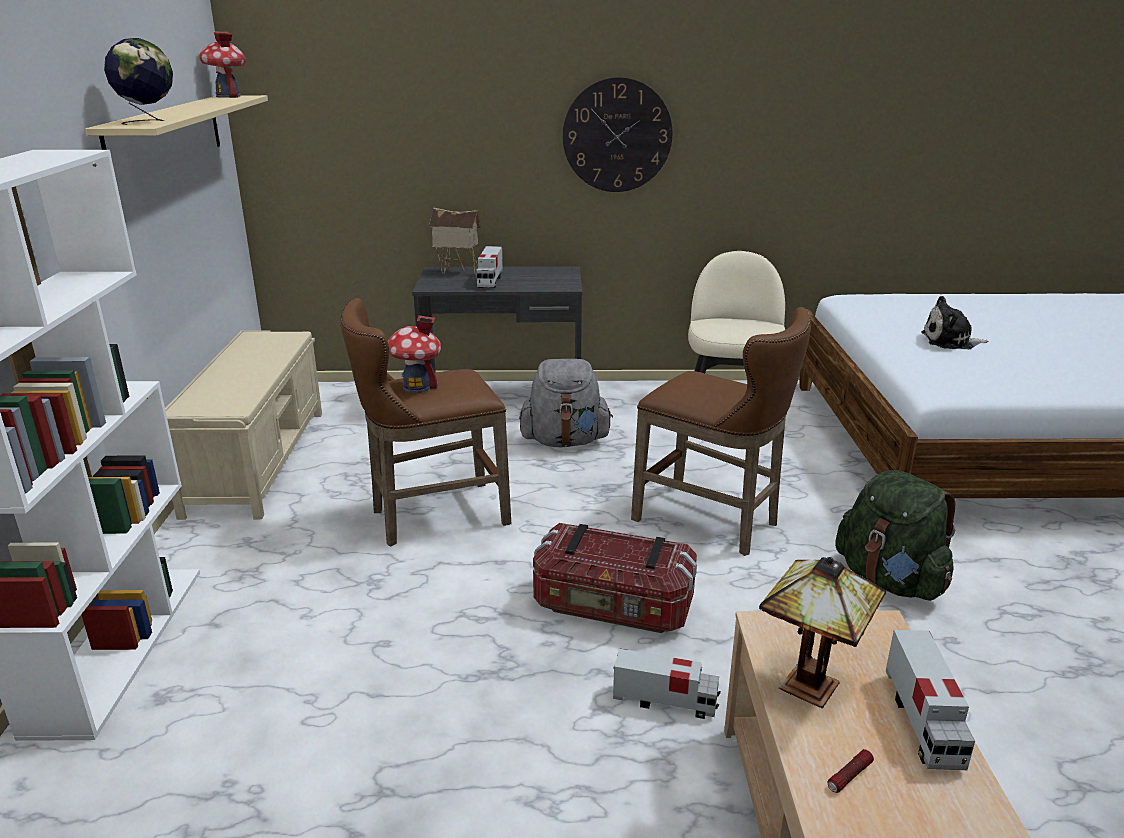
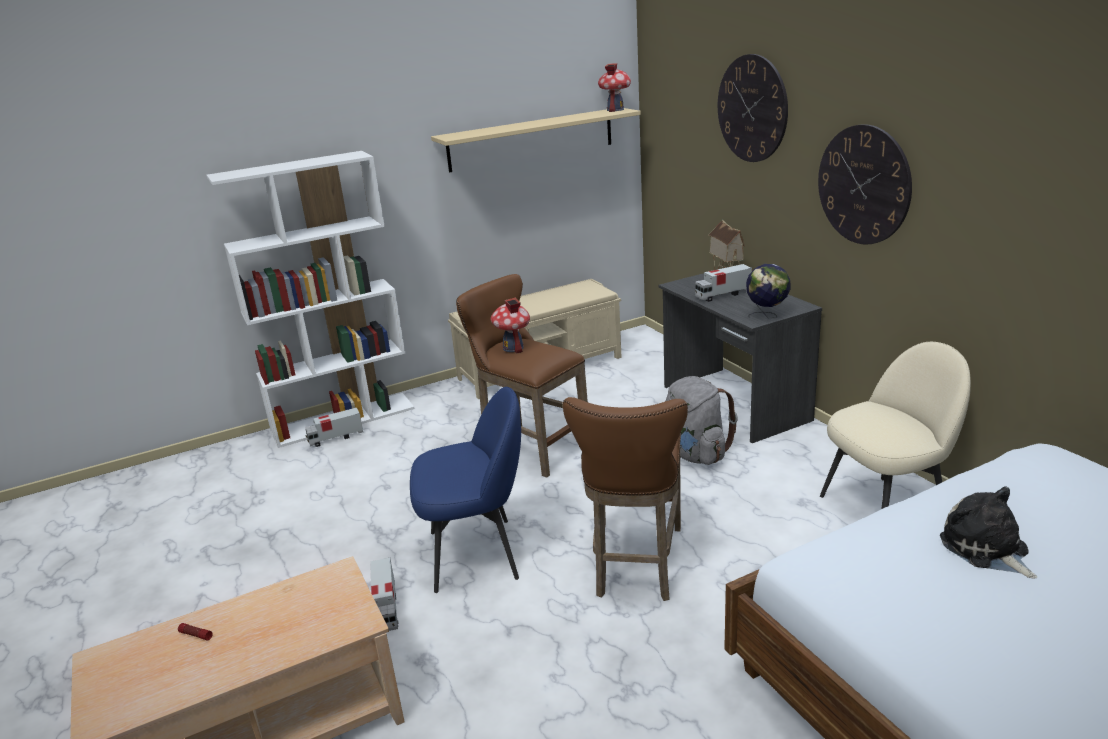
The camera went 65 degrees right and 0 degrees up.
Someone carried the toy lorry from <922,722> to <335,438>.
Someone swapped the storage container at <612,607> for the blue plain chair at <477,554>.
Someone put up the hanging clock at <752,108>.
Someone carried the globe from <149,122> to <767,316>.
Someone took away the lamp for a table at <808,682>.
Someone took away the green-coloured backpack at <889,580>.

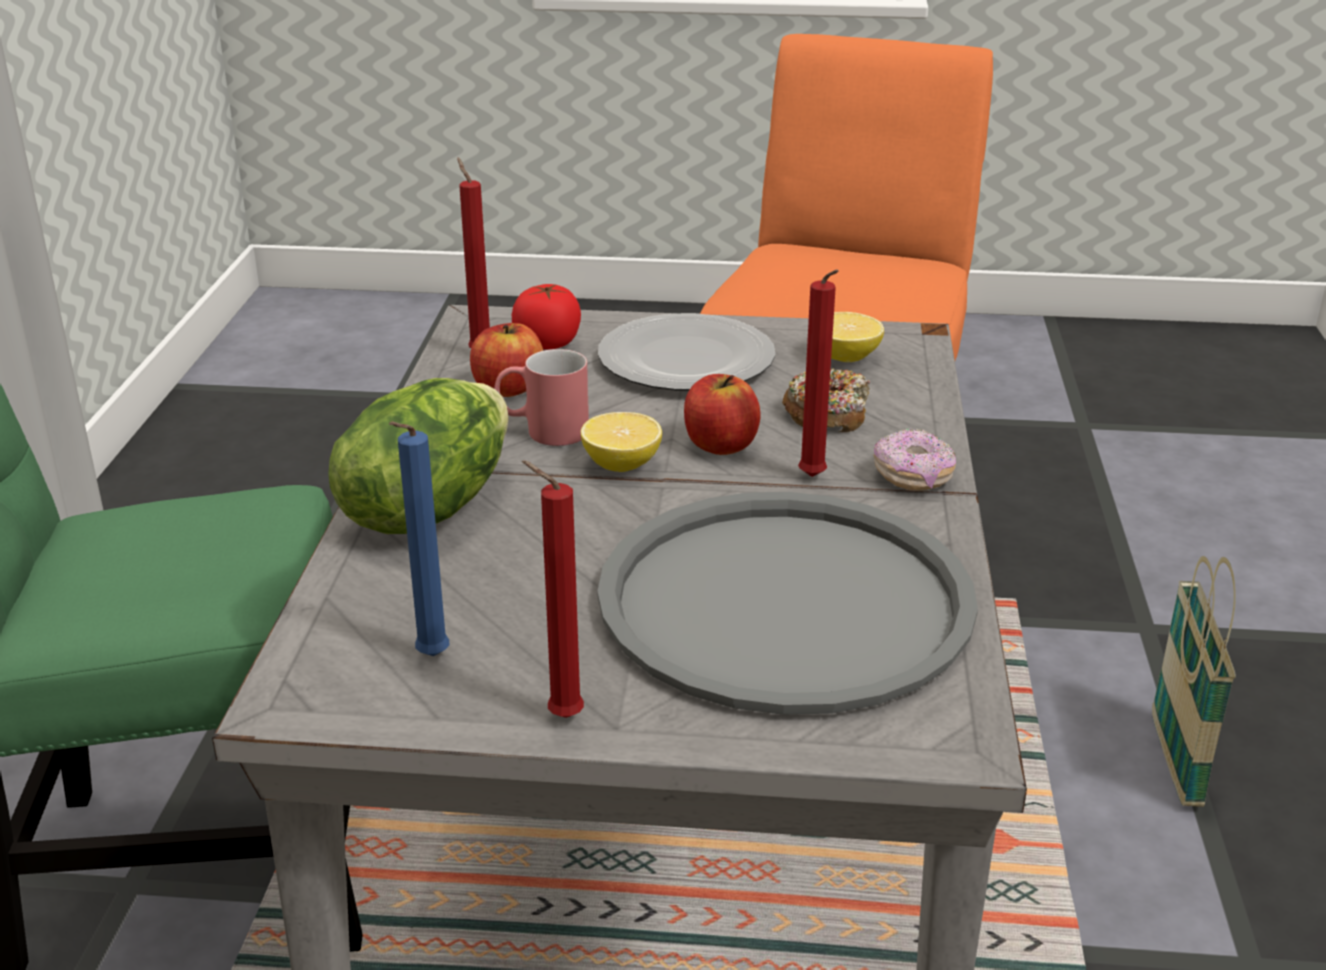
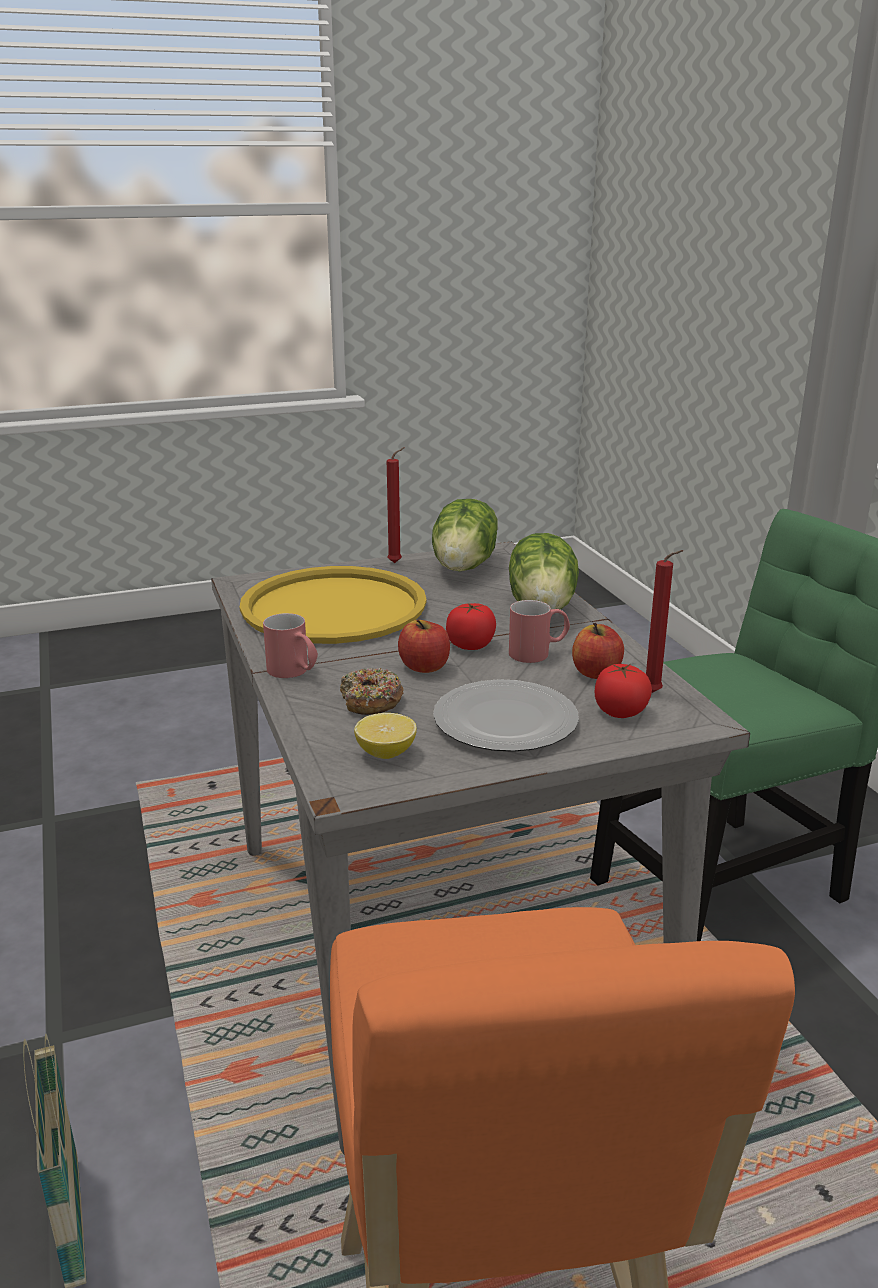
The camera went 155 degrees right and 5 degrees down.
Someone repainted the gray serving tray at <784,602>, which became the yellowish serving tray at <334,607>.
Someone swapped the ring doughnut at <913,477> for the red-coloured mug at <294,673>.
Someone swapped the blue wax light at <429,659> for the lettuce at <465,566>.
Someone swapped the lemon at <622,464> for the fresh tomato at <471,645>.
Someone took away the red-coloured wax light at <814,479>.

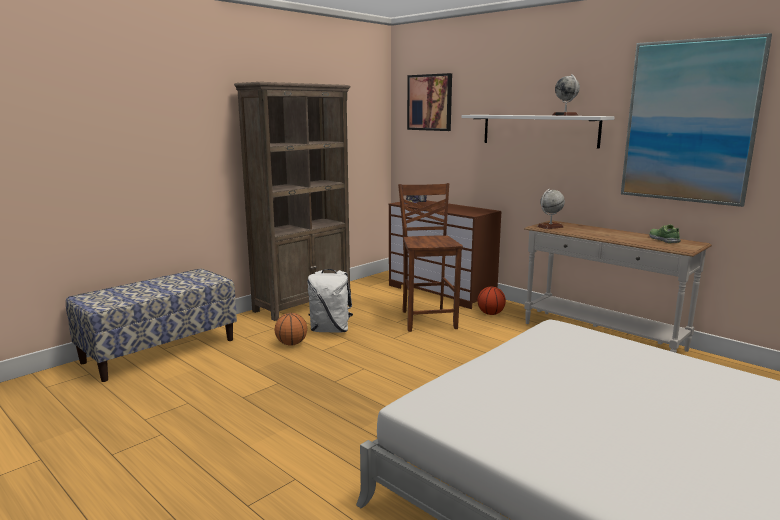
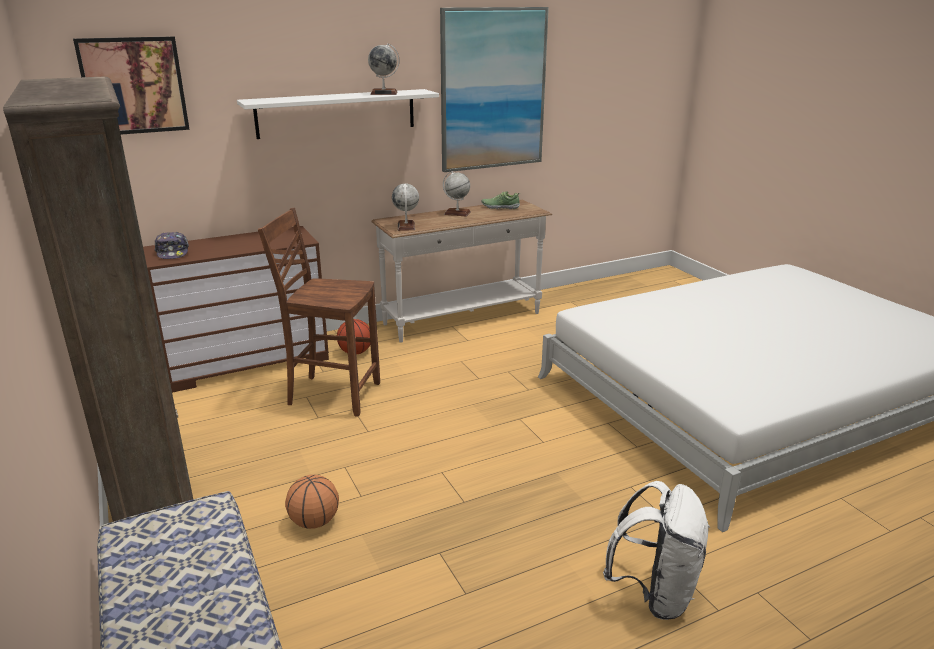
The camera went 70 degrees left and 10 degrees up.
Someone put down the globe at <457,213>.
Someone carried the whitish backpack from <330,330> to <654,593>.

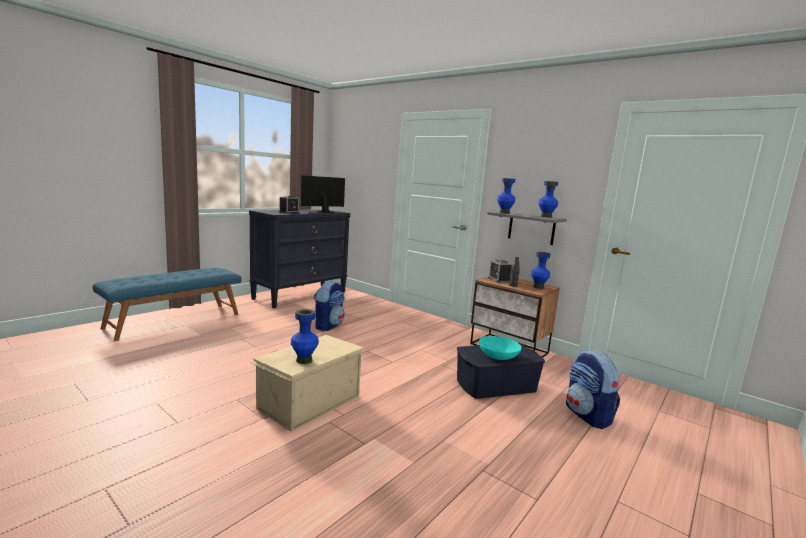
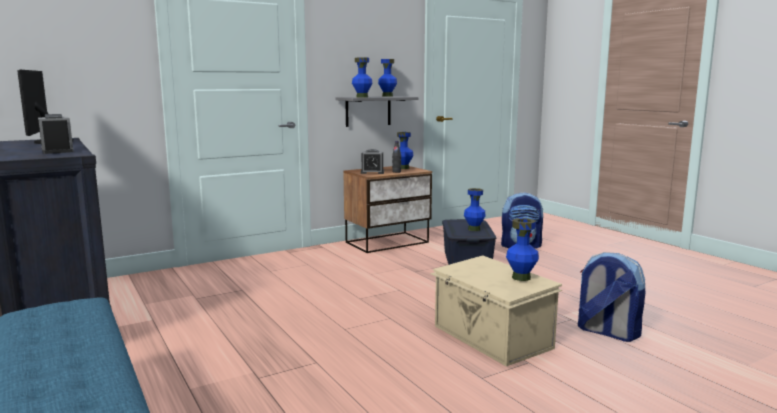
The camera went 70 degrees left and 0 degrees up.
Someone swapped the turquoise-coloured bowl at <498,356> for the blue decorative vase at <474,229>.
Someone carried the backpack from <328,326> to <606,332>.

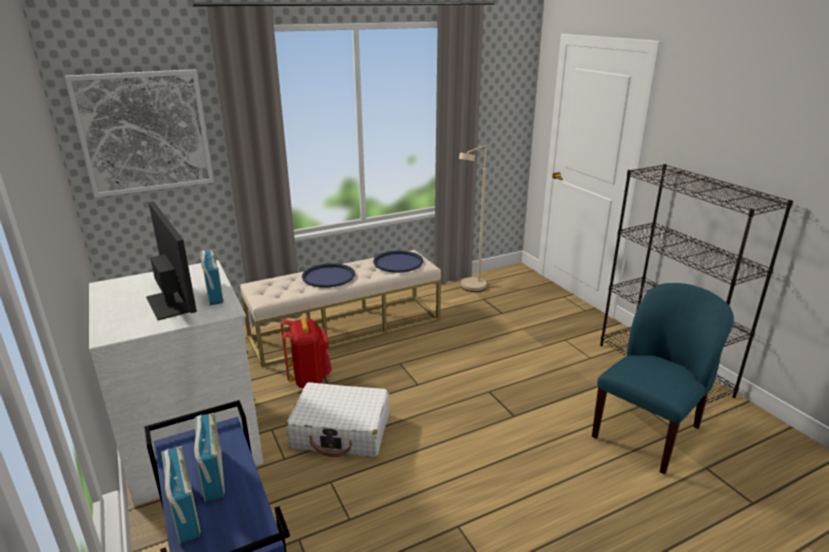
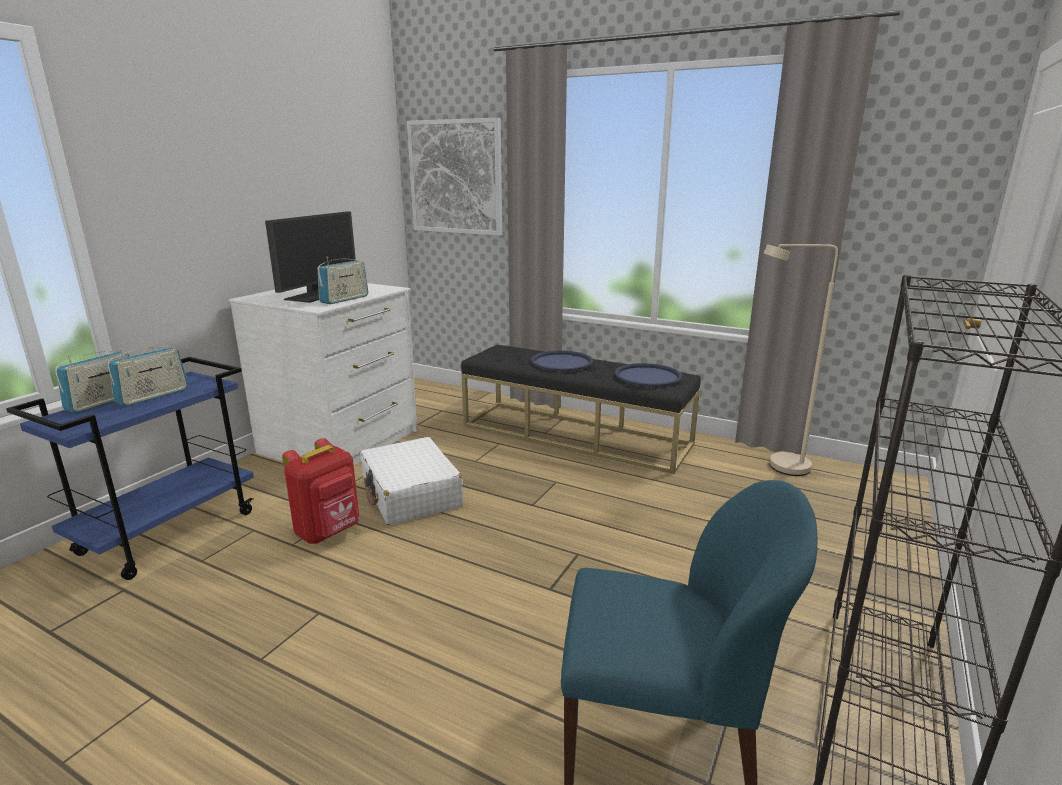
The camera went 55 degrees right and 5 degrees down.
Someone carried the red-coloured backpack from <309,378> to <329,532>.
Someone repainted the beige indoor bench at <346,328>, which became the blackish indoor bench at <575,435>.

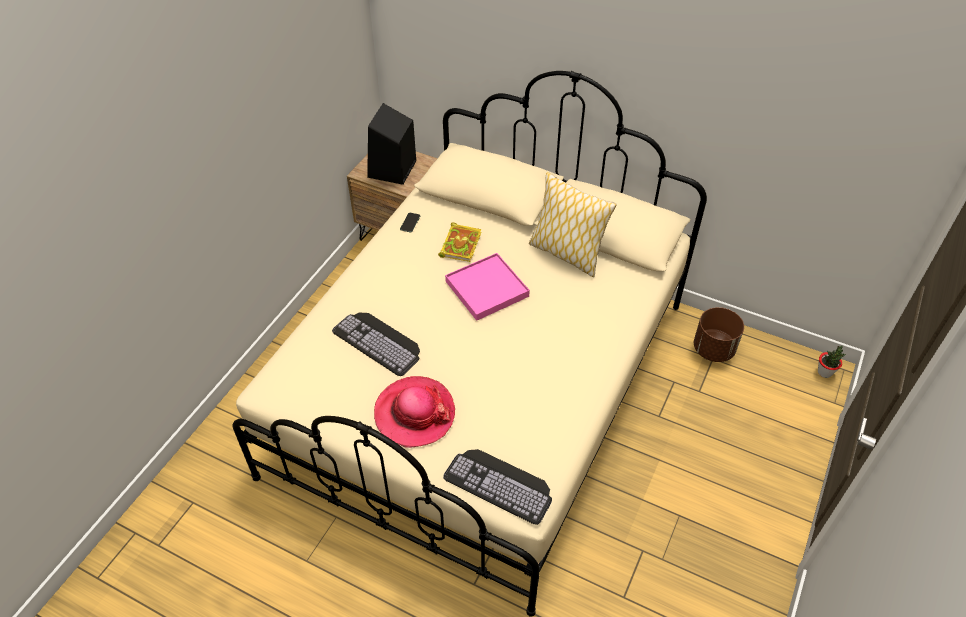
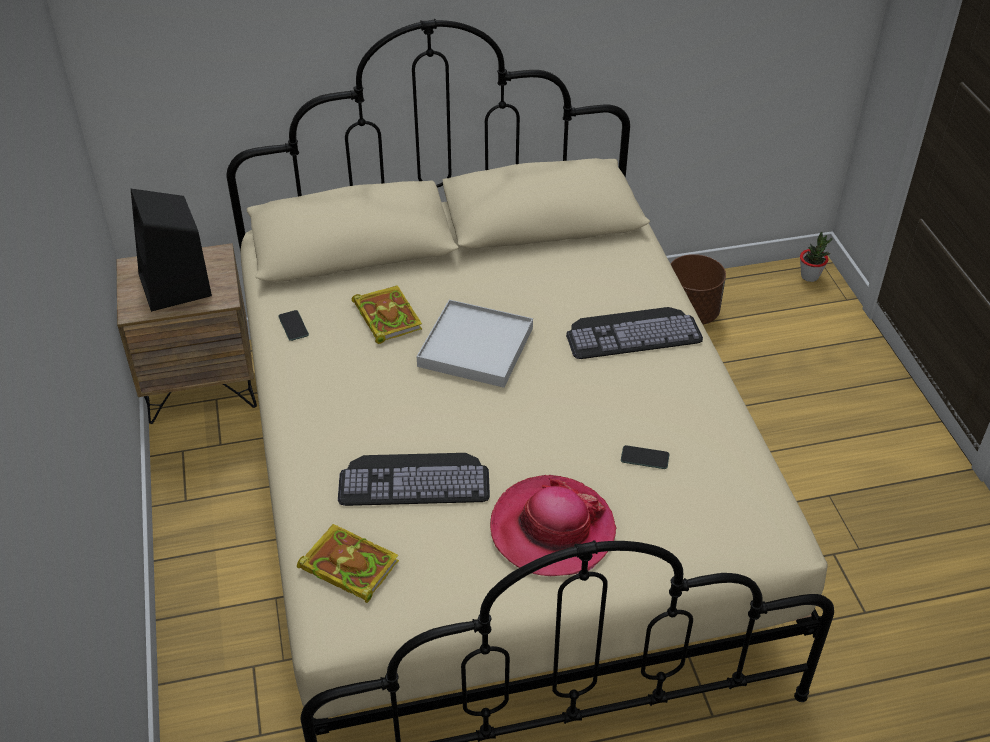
The camera went 40 degrees left and 5 degrees down.
Someone put down the bound book at <346,566>.
Someone repainted the pink-coloured serving tray at <487,289>, which became the whitish serving tray at <476,347>.
Someone carried the keyboard from <501,483> to <633,332>.
Someone put down the phone at <644,458>.
Someone took away the throw pillow at <566,253>.

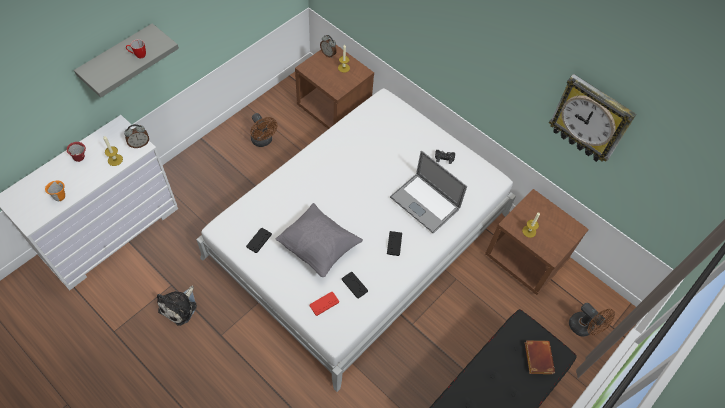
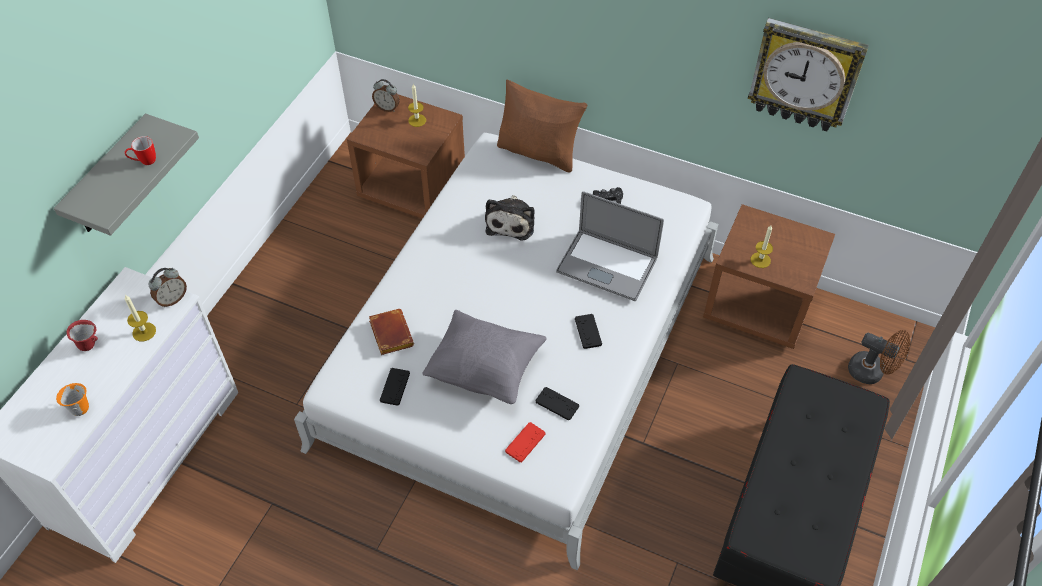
The camera went 15 degrees left and 5 degrees down.
Someone carried the brownish bound book from <537,357> to <389,334>.
Someone carried the soft toy from <180,307> to <511,222>.
Someone put down the brownish throw pillow at <539,152>.
Someone took away the brownish fan at <263,141>.

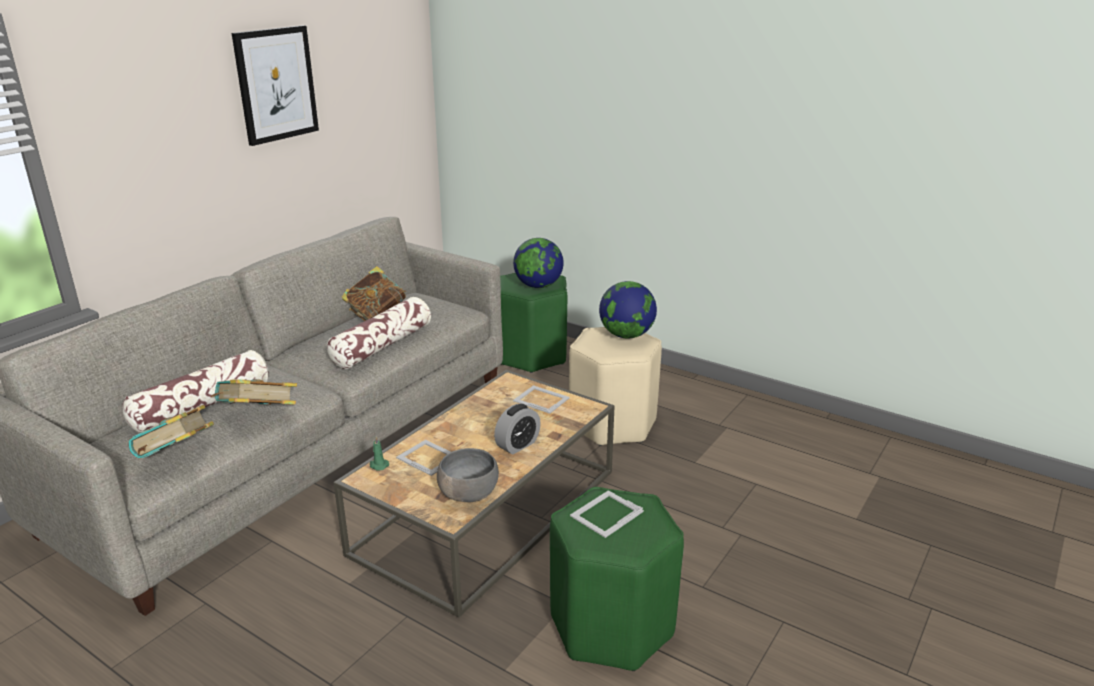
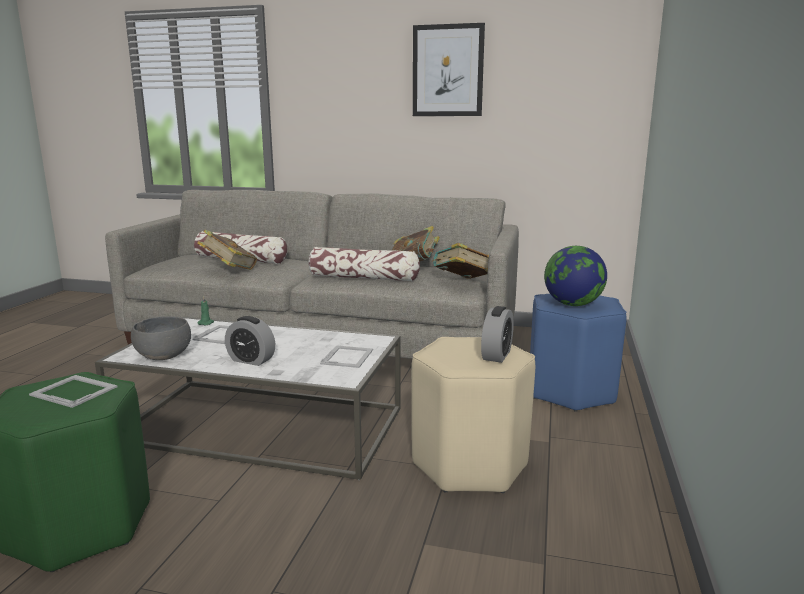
The camera went 70 degrees right and 10 degrees down.
Someone repainted the brownish lounge table at <486,512>, which became the whitish lounge table at <262,425>.
Someone carried the bound book from <177,457> to <463,283>.
Someone swapped the globe at <626,335> for the alarm clock at <496,355>.
Someone repainted the green-coloured stool at <531,356>, which became the blue stool at <570,392>.

